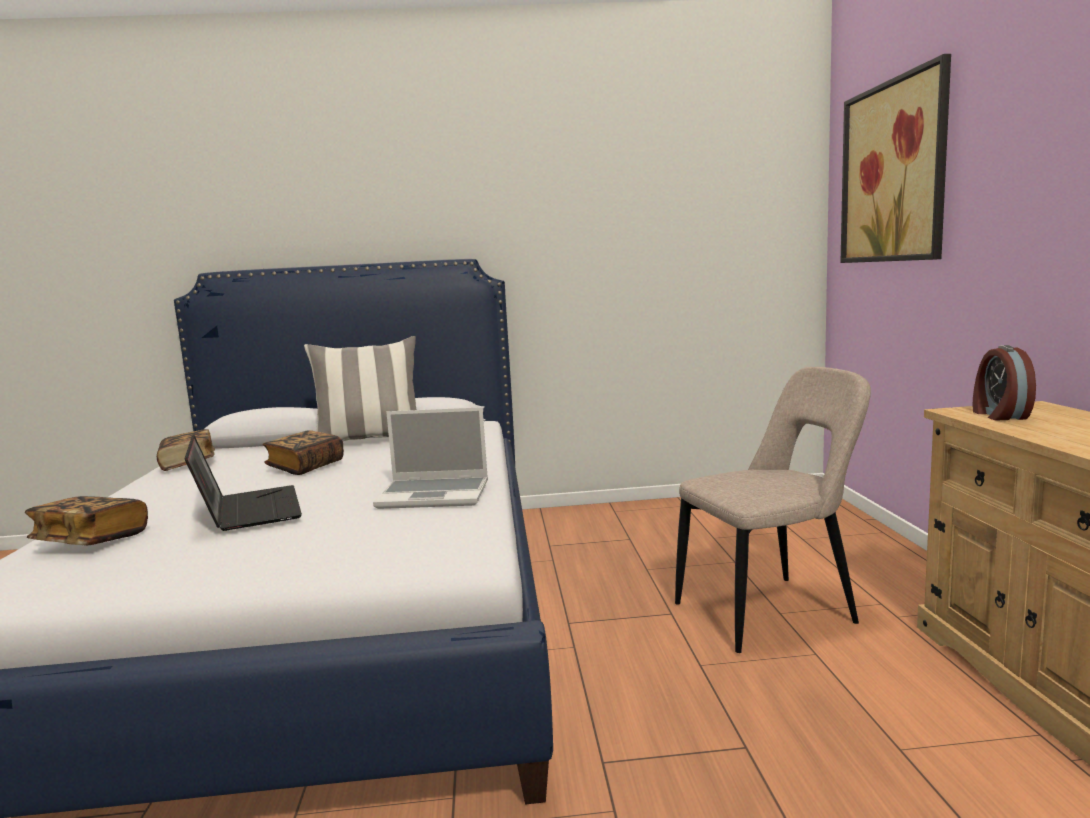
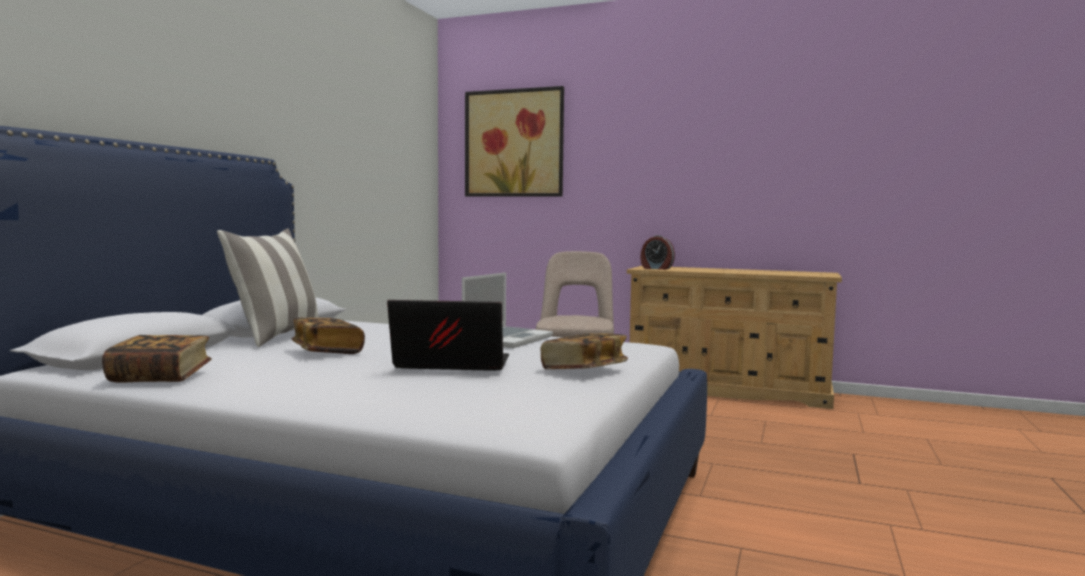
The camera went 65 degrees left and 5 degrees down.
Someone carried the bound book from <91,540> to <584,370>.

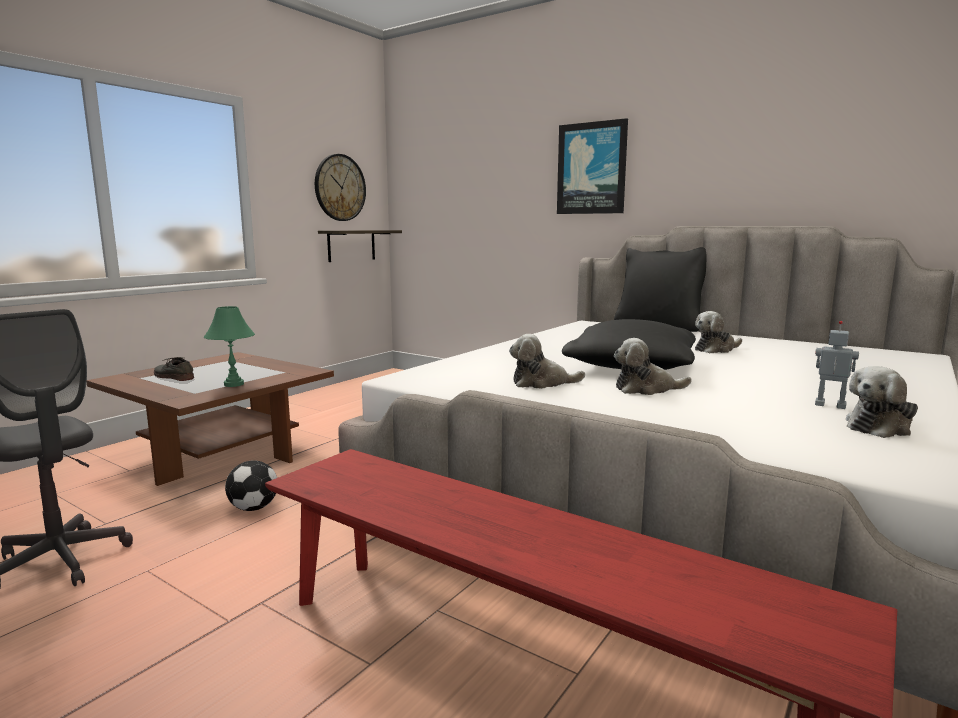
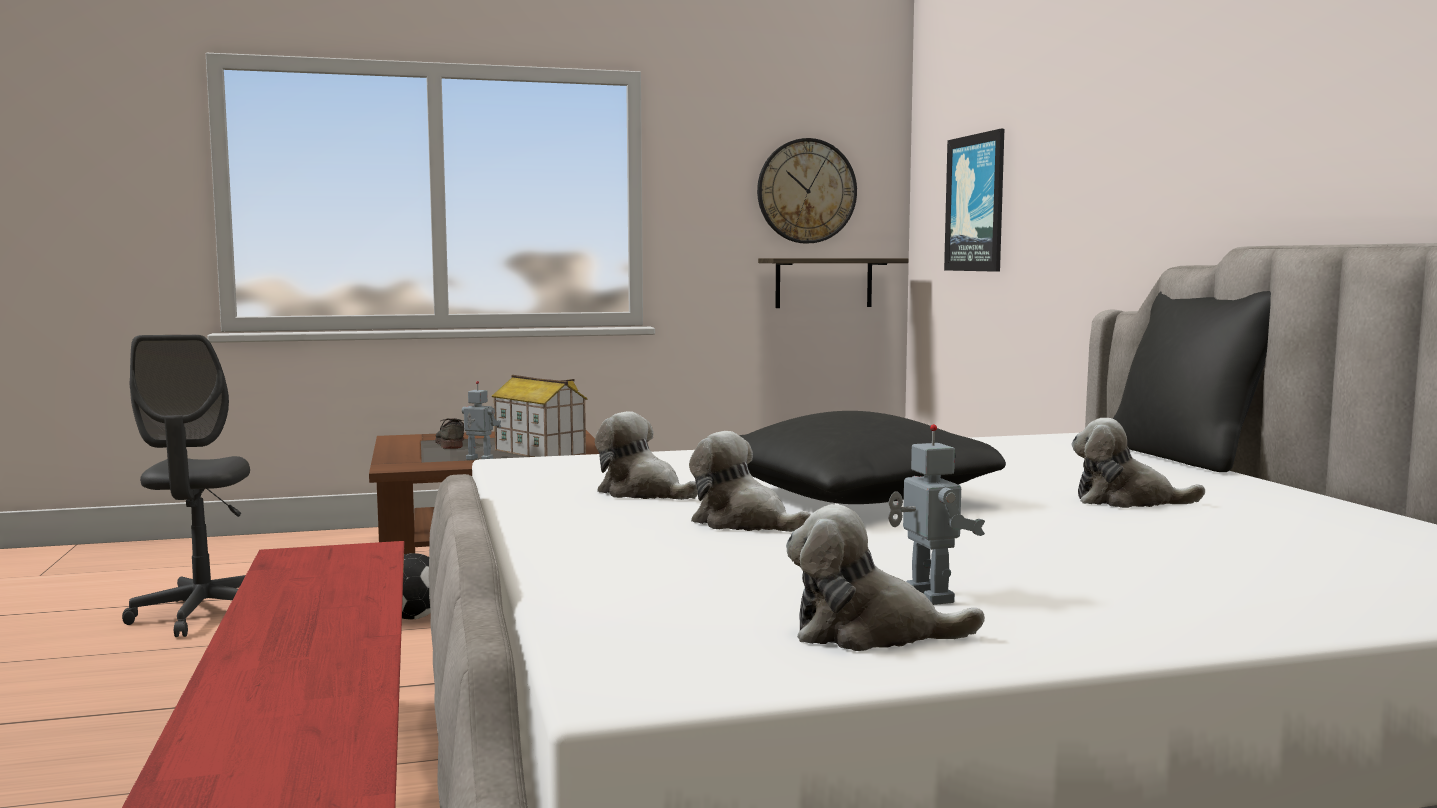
The camera went 40 degrees right and 5 degrees down.
Someone swapped the green-coloured lamp for a table at <234,384> for the robot figure at <478,459>.
Someone put down the model house at <539,452>.
Someone carried the wall picture from <591,168> to <976,203>.

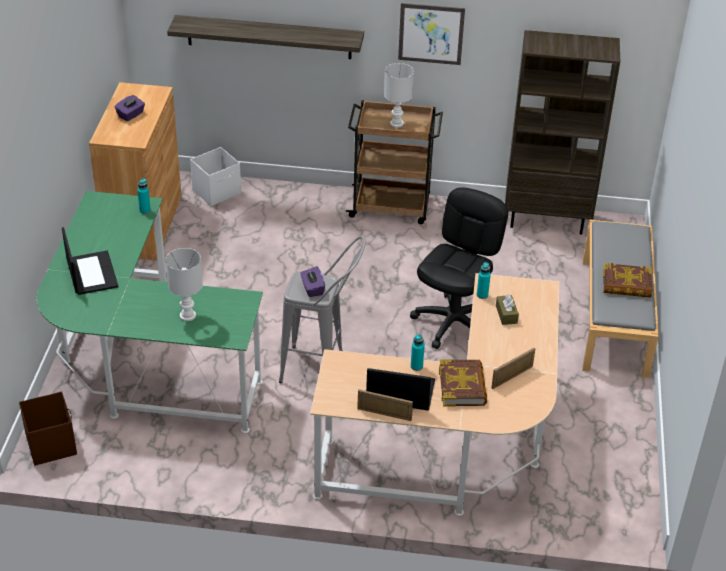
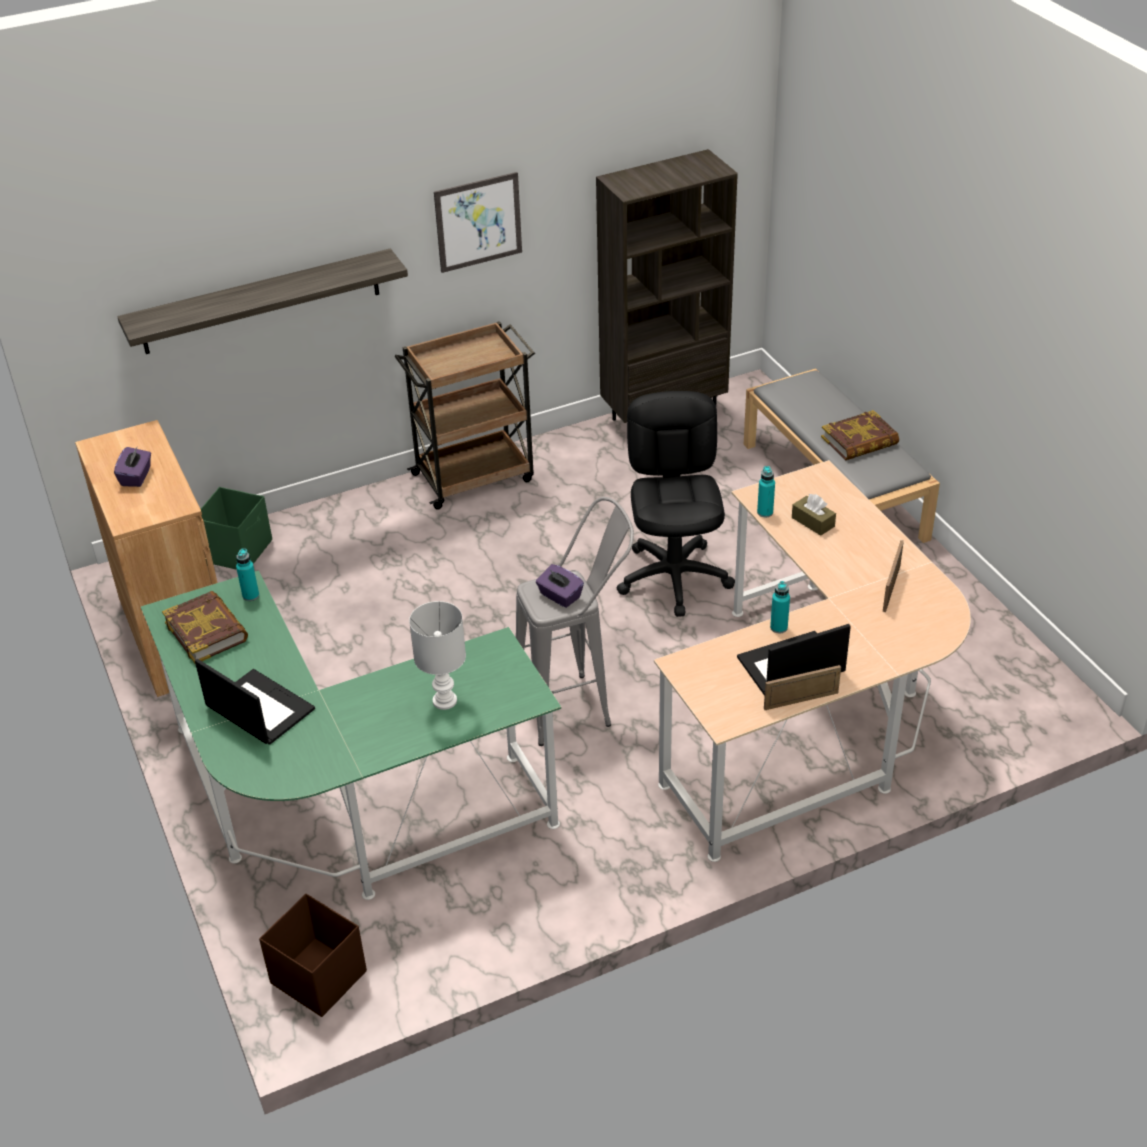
The camera went 30 degrees left and 0 degrees up.
Someone carried the bound book from <462,386> to <207,631>.
Someone repainted the whitish storage container at <217,192>, which became the green-coloured storage container at <238,550>.
Someone took away the whitish lamp for a table at <397,123>.

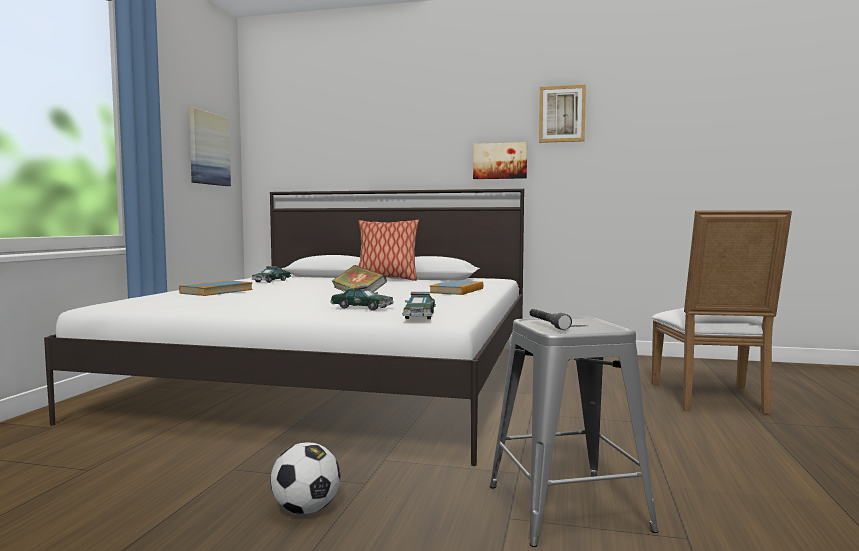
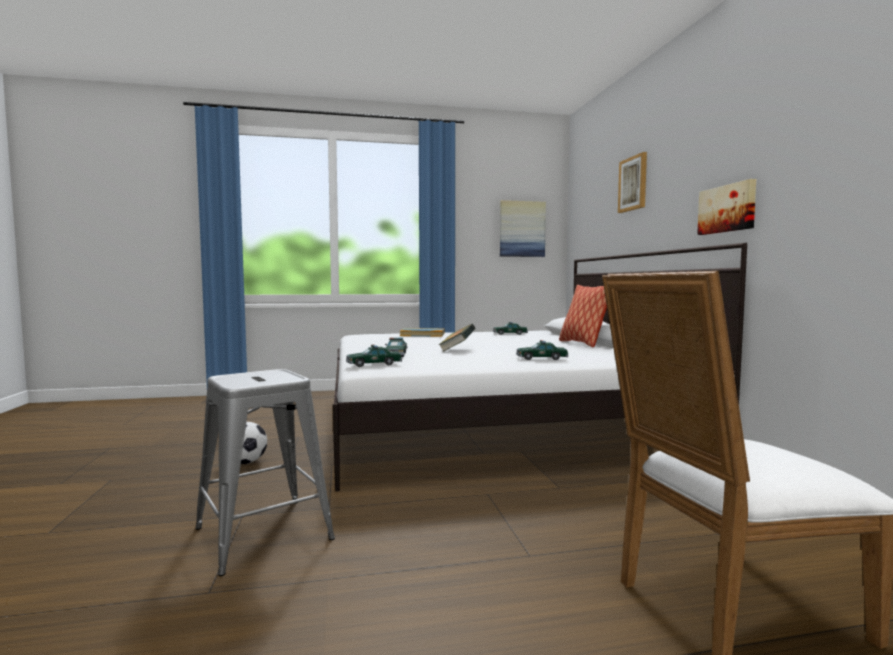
The camera went 65 degrees right and 0 degrees up.
Someone swapped the bound book at <457,291> for the model car at <541,358>.
Someone carried the wall picture from <562,114> to <633,183>.
Someone took away the gray hand torch at <547,325>.

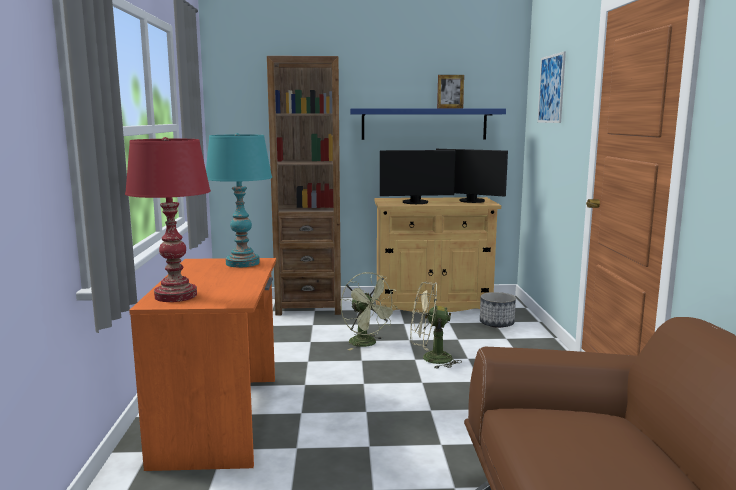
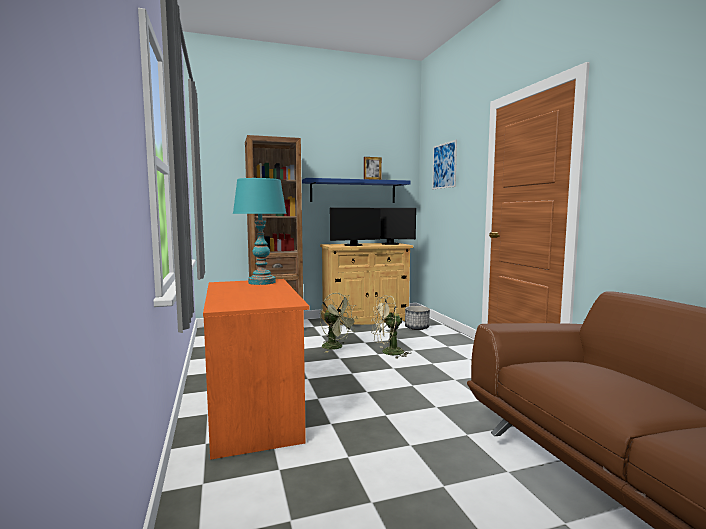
The camera went 15 degrees left and 5 degrees down.
Someone took away the red-coloured lamp for a table at <175,296>.

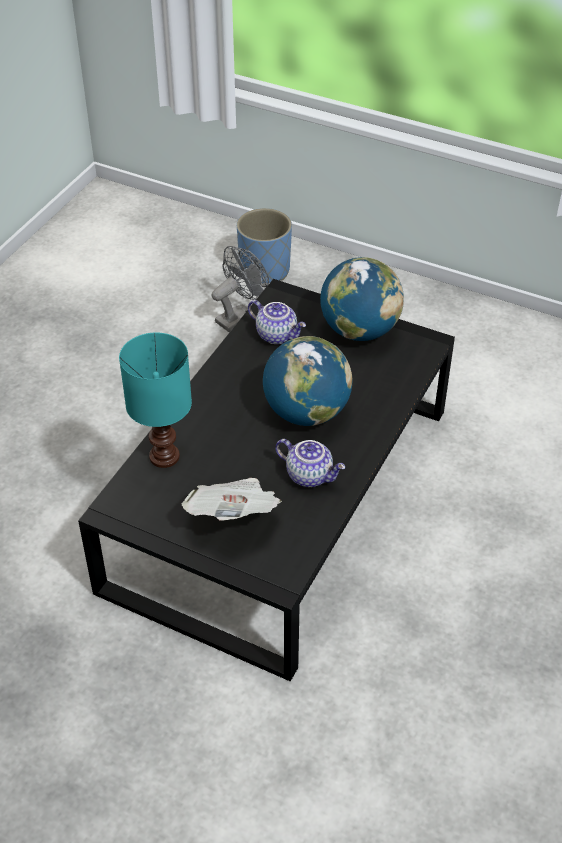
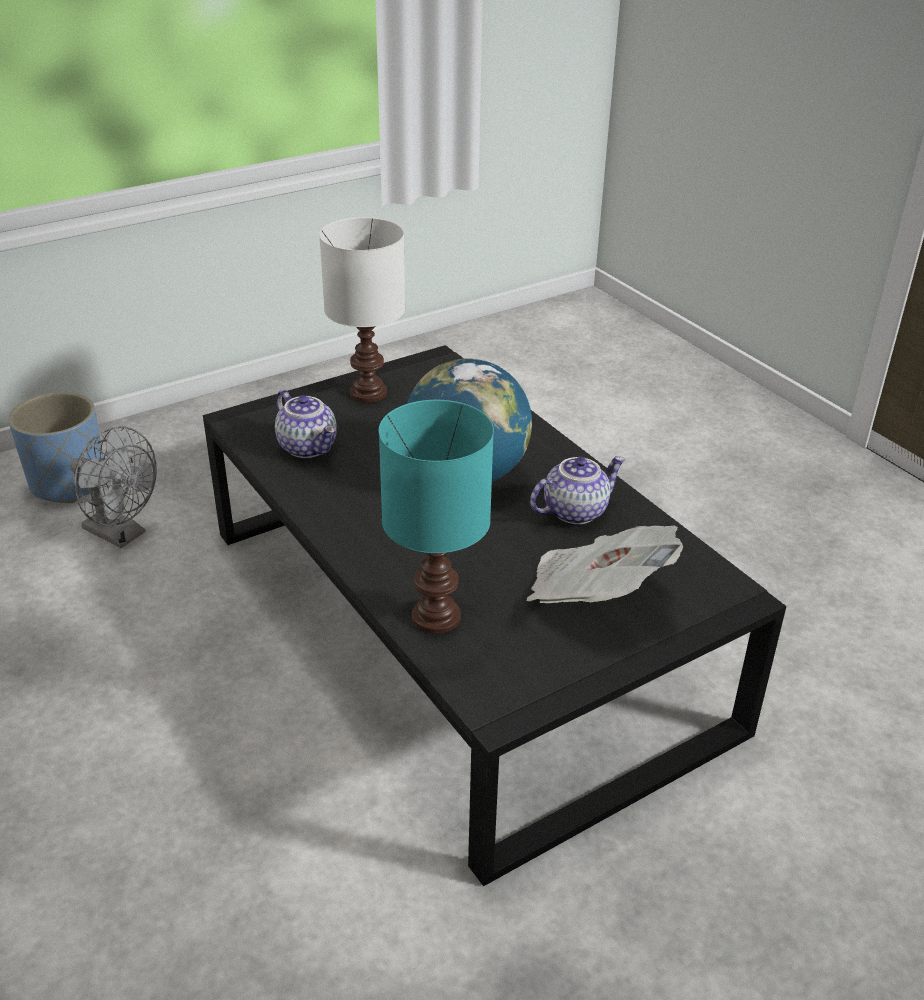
The camera went 60 degrees left and 10 degrees down.
Someone rotated the gray fan at <240,316> by 135 degrees clockwise.
Someone rotated the tea pot at <277,335> by 75 degrees clockwise.
Someone swapped the globe at <359,330> for the whitish lamp for a table at <369,392>.

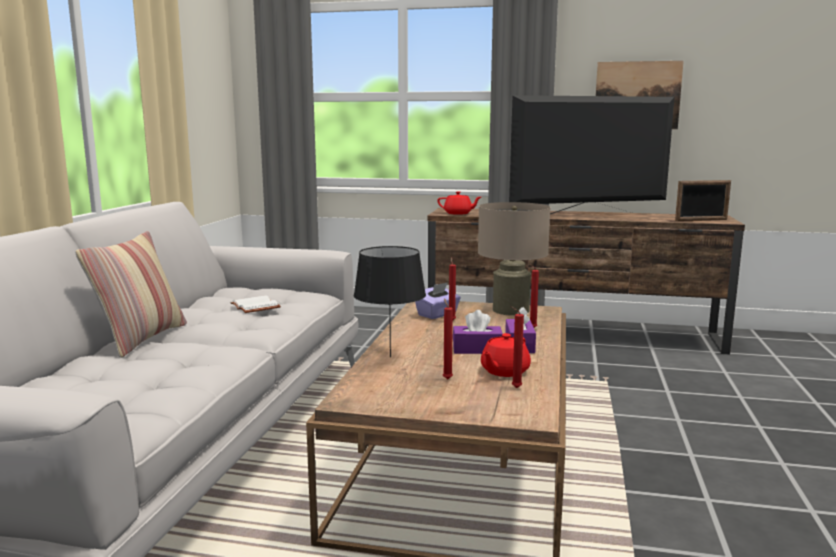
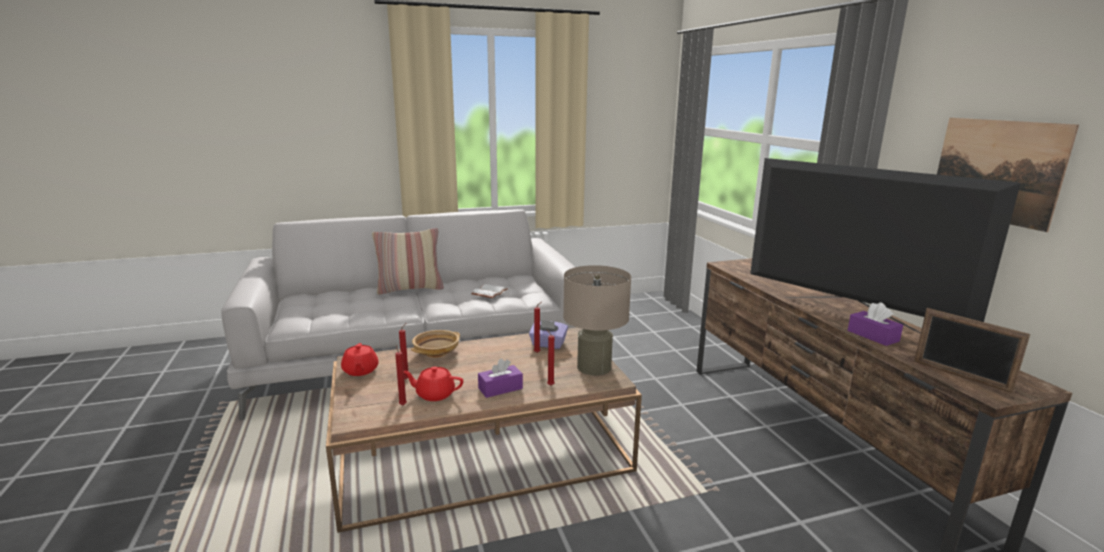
The camera went 60 degrees right and 5 degrees up.
Someone carried the red-coloured tea pot from <458,213> to <360,371>.
Someone swapped the blackish lamp for a table at <389,356> for the beige bowl at <436,352>.
Someone carried the purple tissue box from <477,349> to <873,336>.

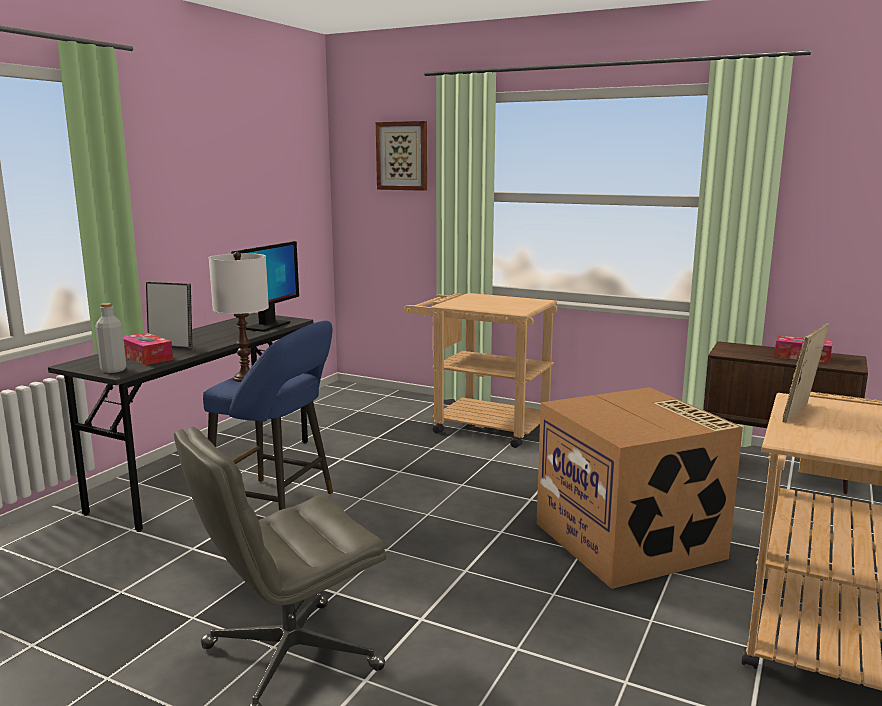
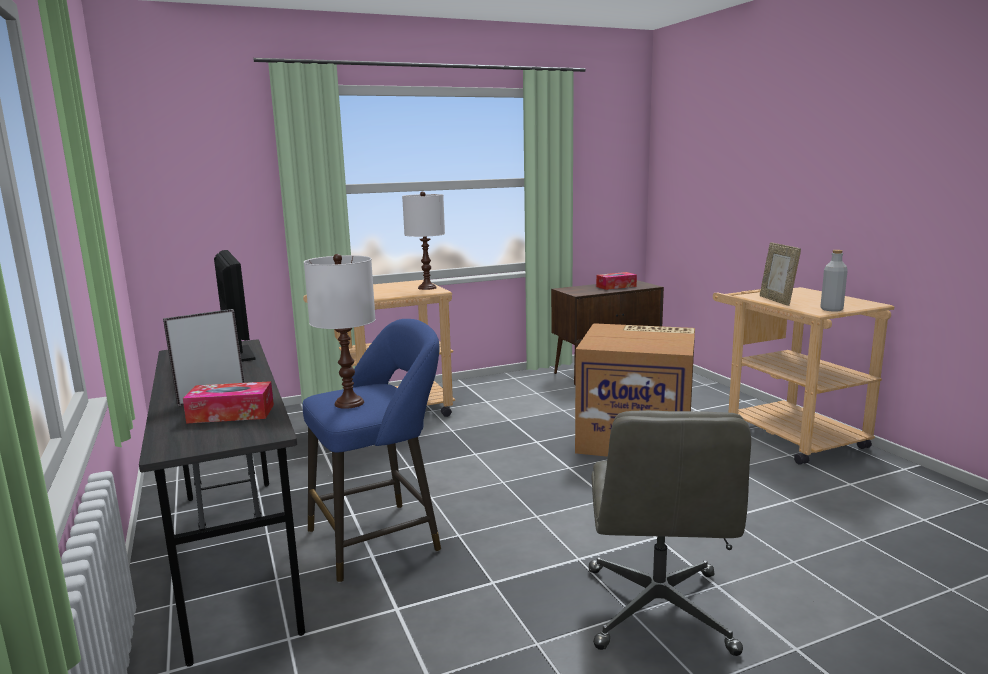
The camera went 50 degrees left and 0 degrees up.
Someone put down the whitish lamp for a table at <427,288>.
Someone carried the gray bottle from <113,370> to <831,309>.
Someone took away the wall picture at <402,156>.

